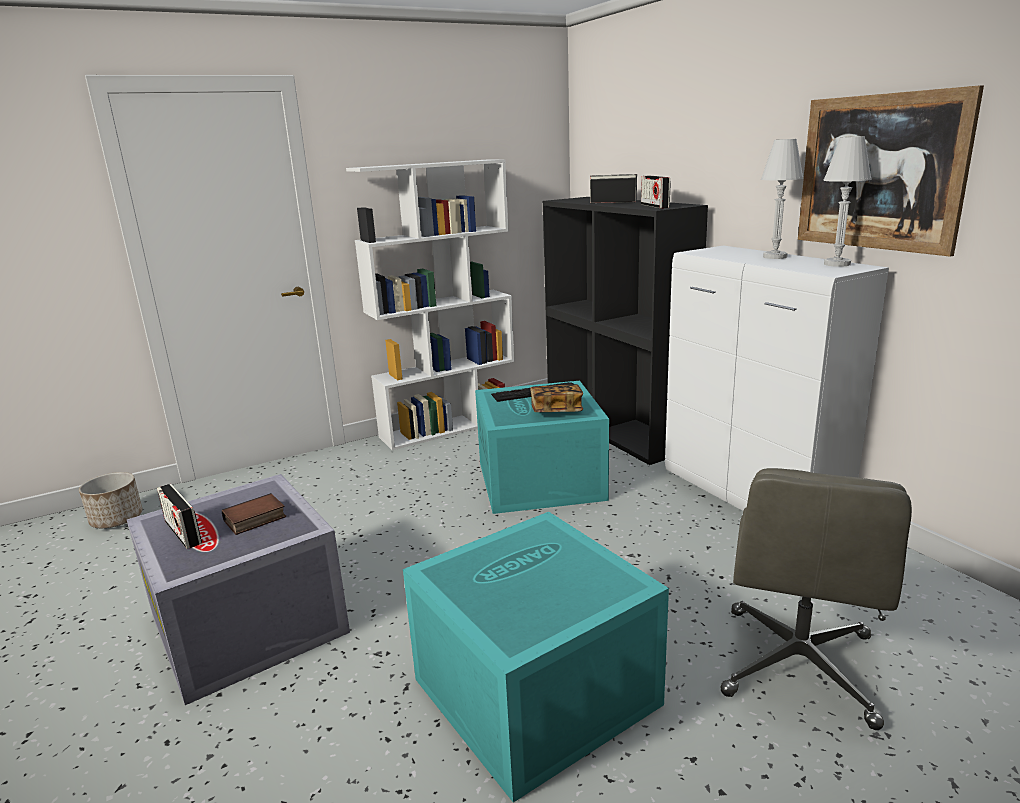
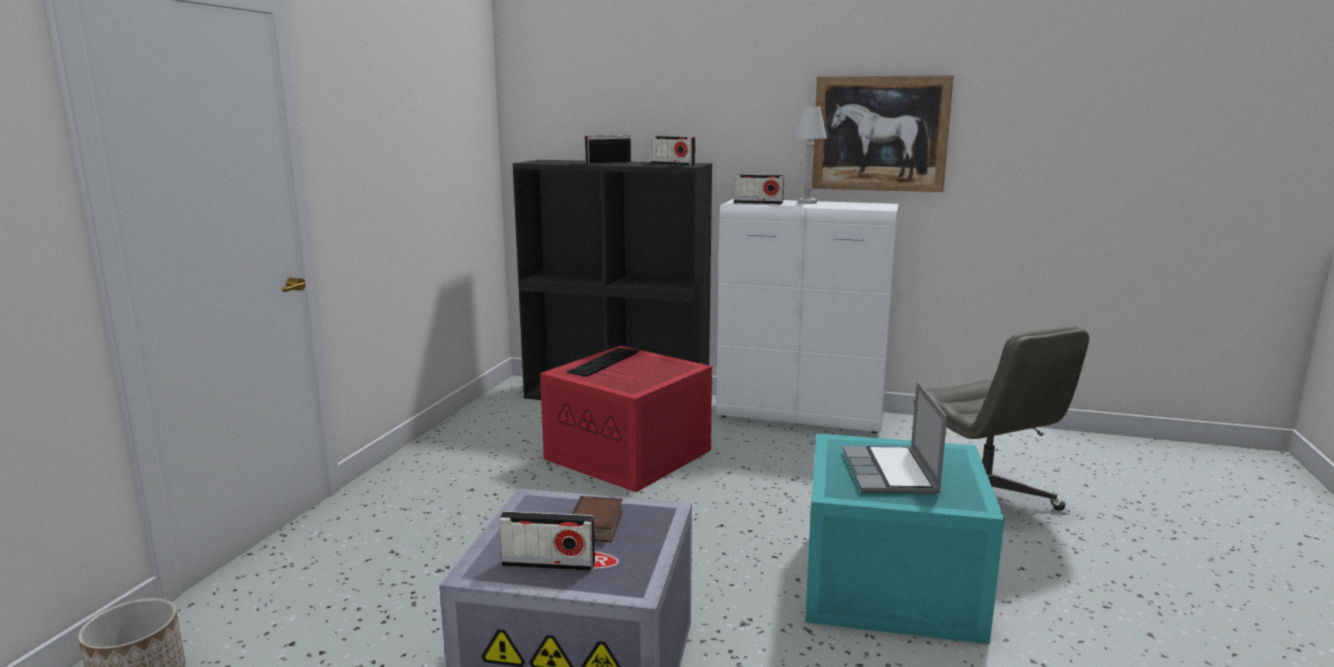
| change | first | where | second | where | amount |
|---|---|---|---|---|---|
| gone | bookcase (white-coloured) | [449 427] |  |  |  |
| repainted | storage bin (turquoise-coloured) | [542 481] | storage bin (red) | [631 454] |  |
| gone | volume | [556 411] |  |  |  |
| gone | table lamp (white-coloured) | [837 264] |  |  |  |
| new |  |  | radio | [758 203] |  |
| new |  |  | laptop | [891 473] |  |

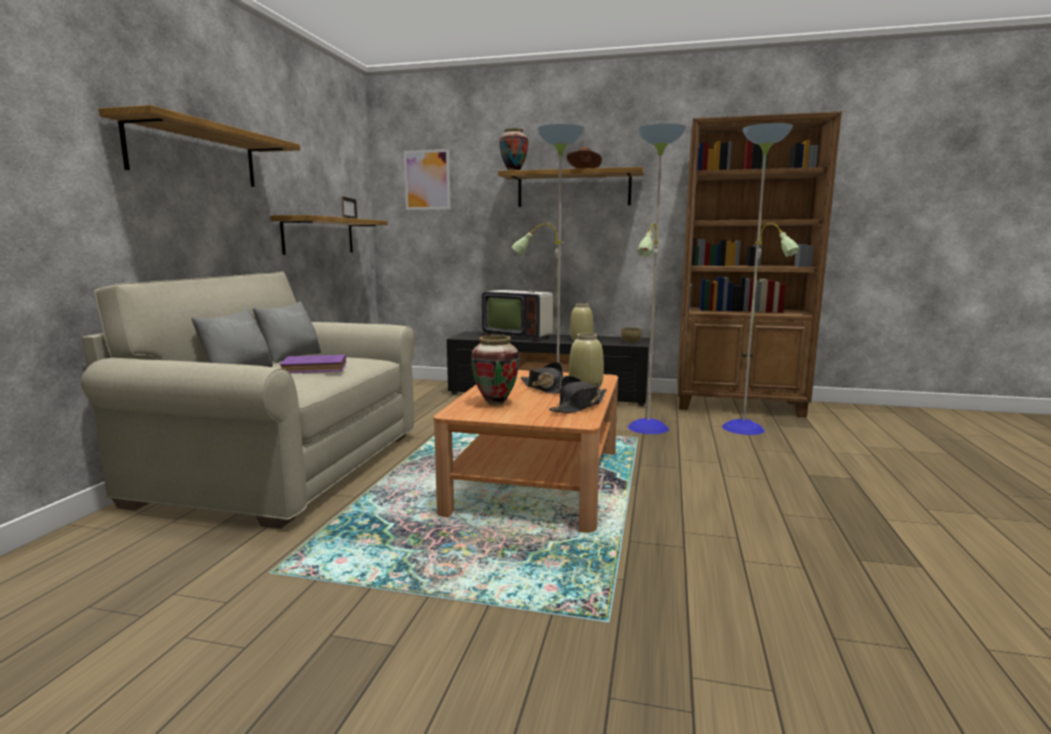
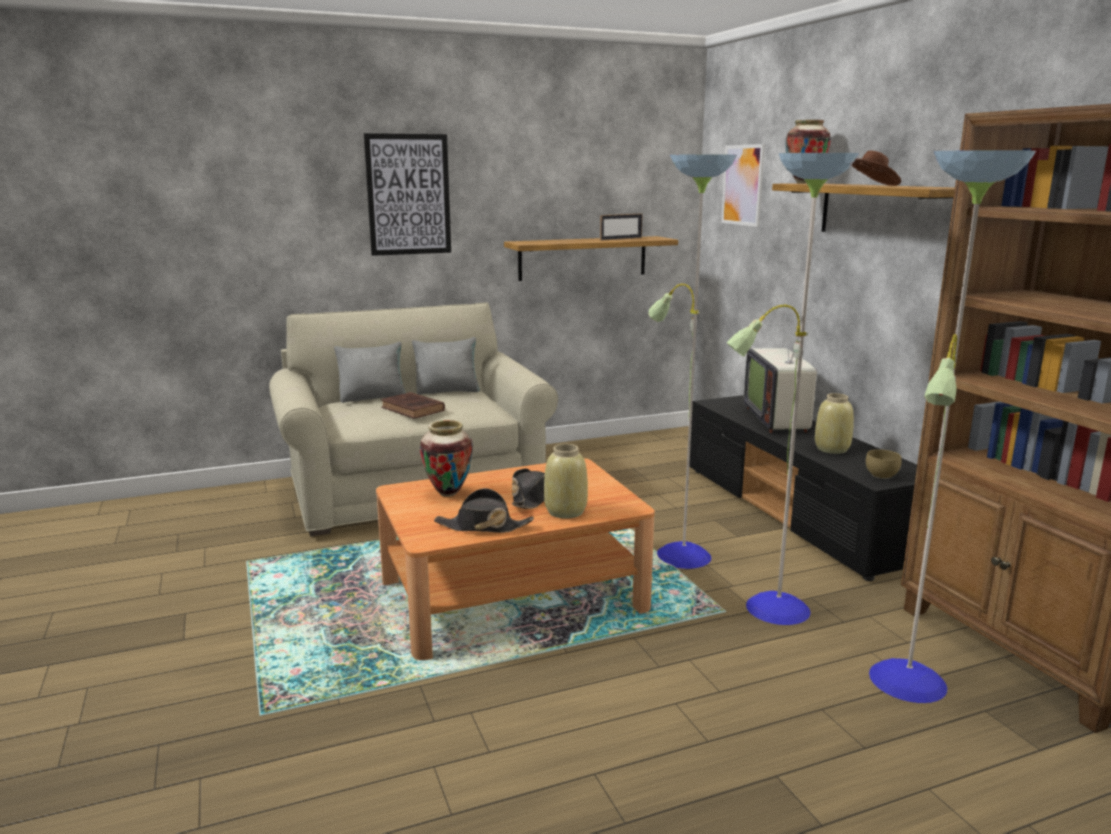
| change | first | where | second | where | amount |
|---|---|---|---|---|---|
| swapped | bracket shelf | [194 155] | wall art | [408 195] |  |
| repainted | volume (purplish) | [316 368] | volume (brown-coloured) | [414 409] |  |

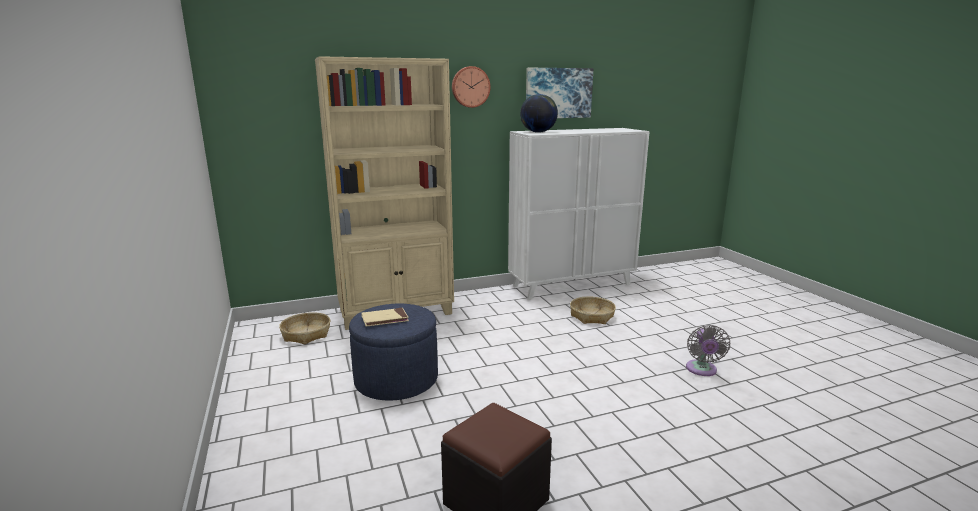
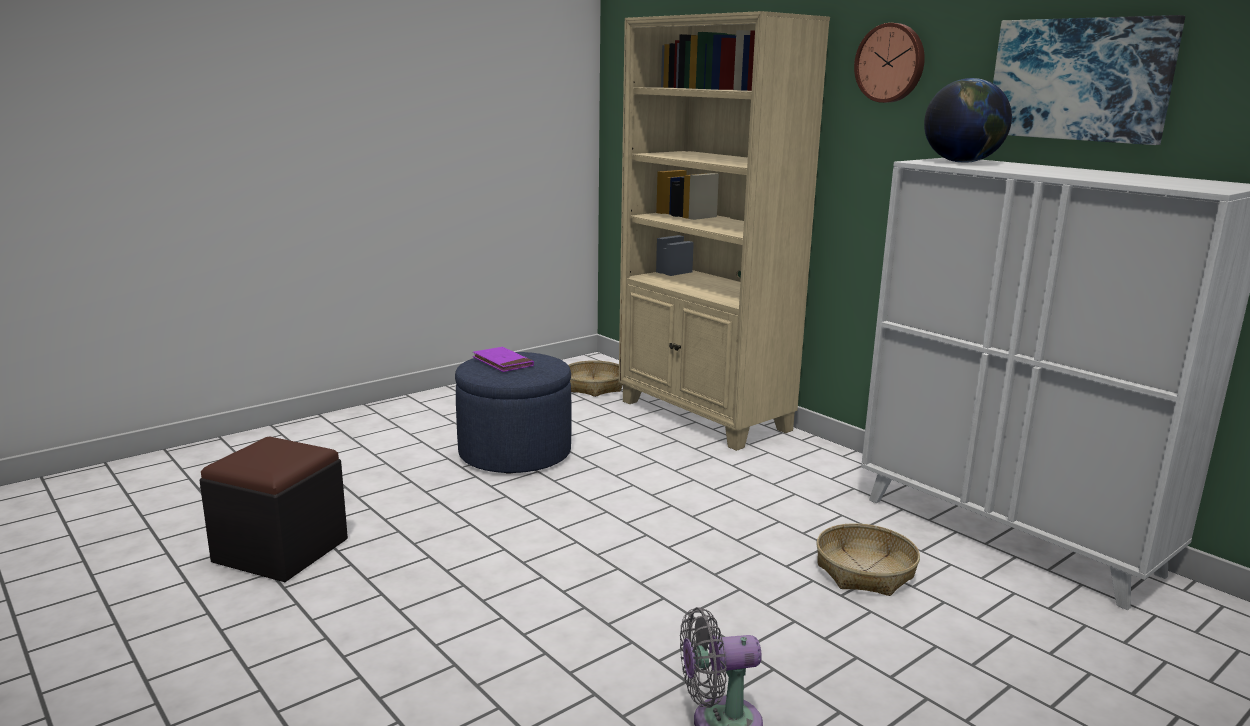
| change | first | where | second | where | amount |
|---|---|---|---|---|---|
| repainted | volume (sand-coloured) | [385 319] | volume (purplish) | [503 362] |  |

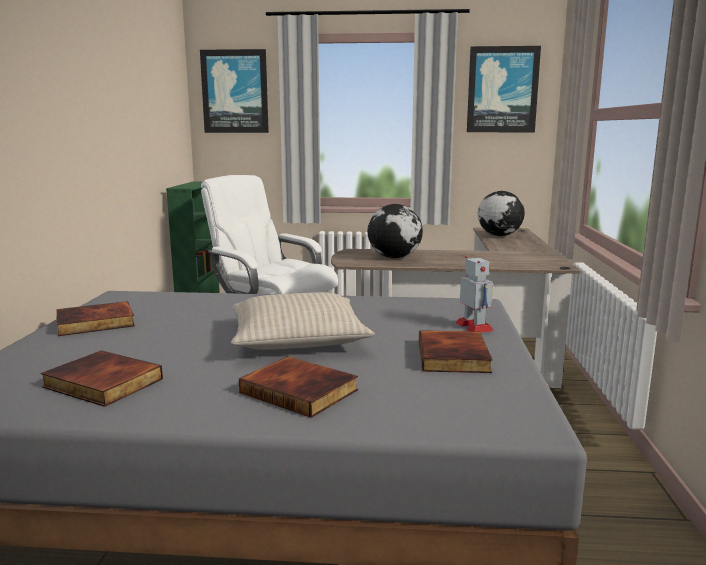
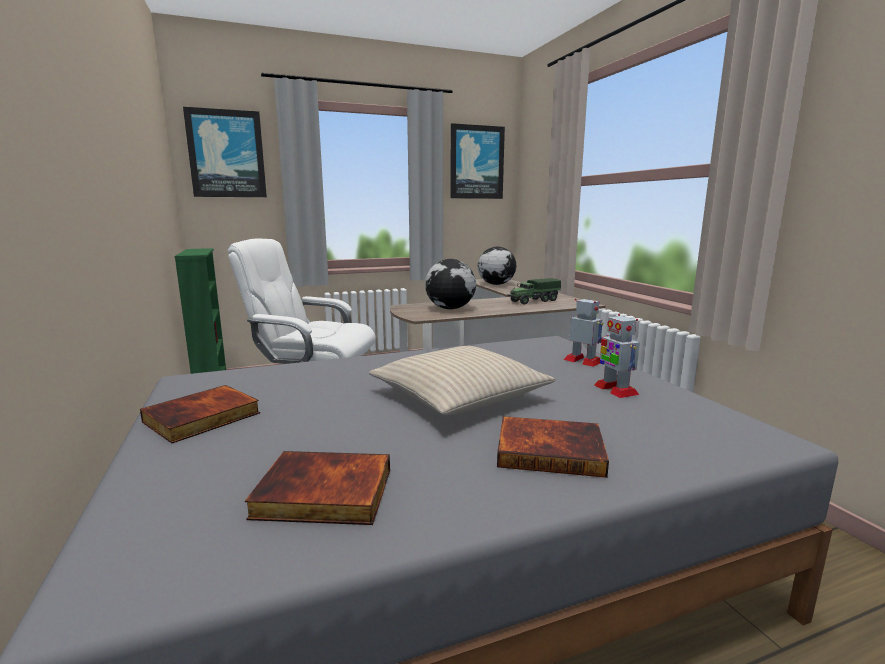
| change | first | where | second | where | amount |
|---|---|---|---|---|---|
| swapped | volume | [455 357] | robot figure | [615 389] |  |
| new |  |  | toy truck | [533 301] |  |

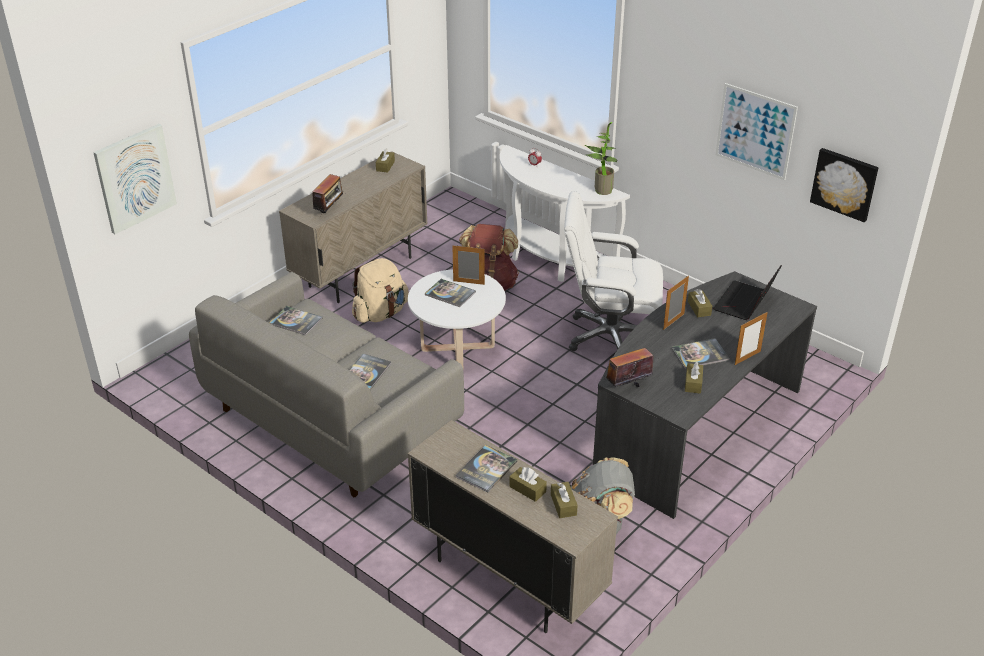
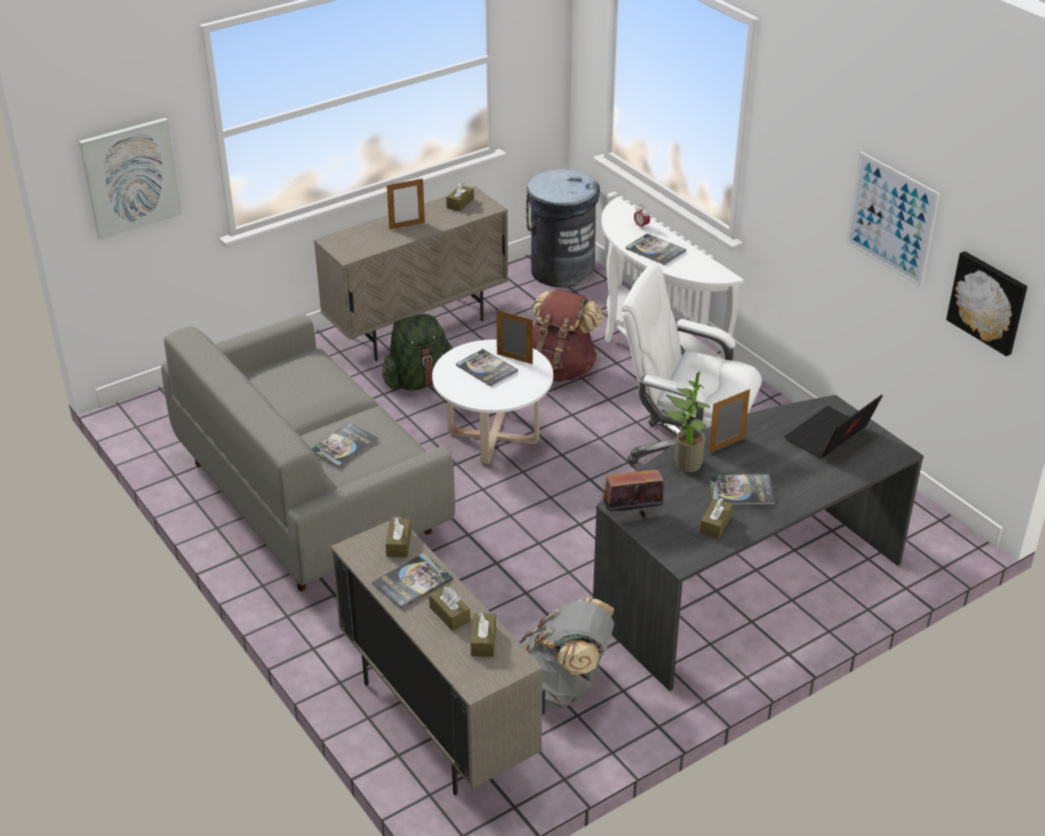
| change | first | where | second | where | amount |
|---|---|---|---|---|---|
| shifted | volume | [296 321] |  | [655 250] |  |
| gone | radio | [329 210] |  |  |  |
| repainted | knapsack (sand-coloured) | [380 313] | knapsack (green-coloured) | [420 381] |  |
| shifted | potted plant | [600 190] |  | [684 463] |  |
| shifted | tissue box (brown-coloured) | [699 308] |  | [399 544] |  |
| shifted | photo frame | [747 358] |  | [407 226] |  |
| new |  |  | rubbish bin (greyish) | [562 270] |  |

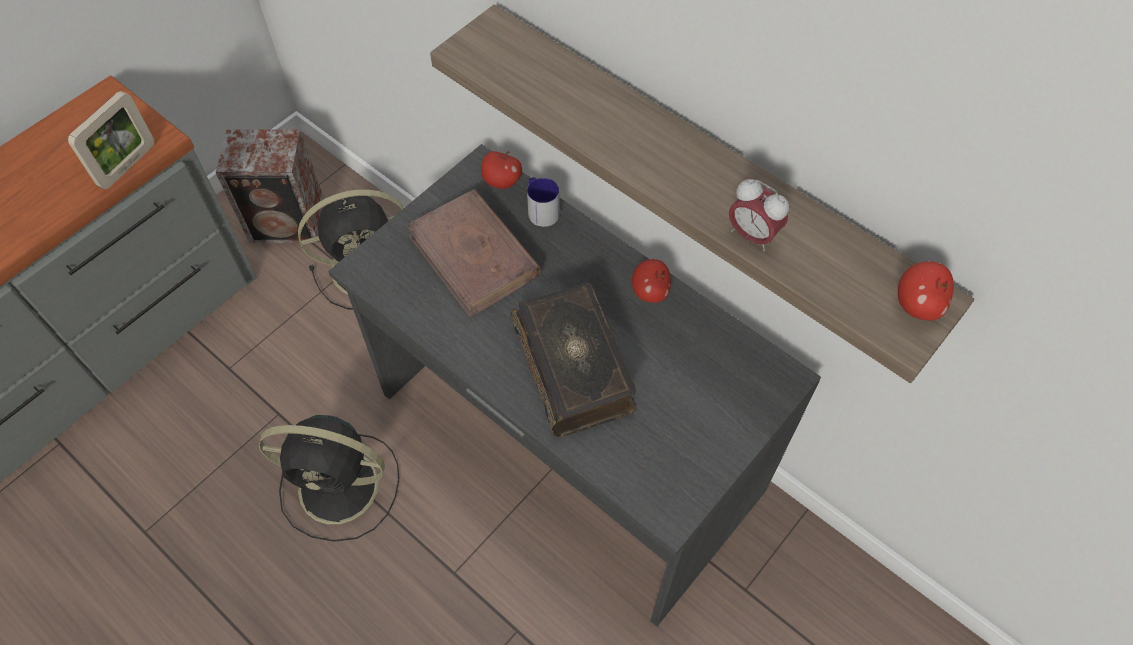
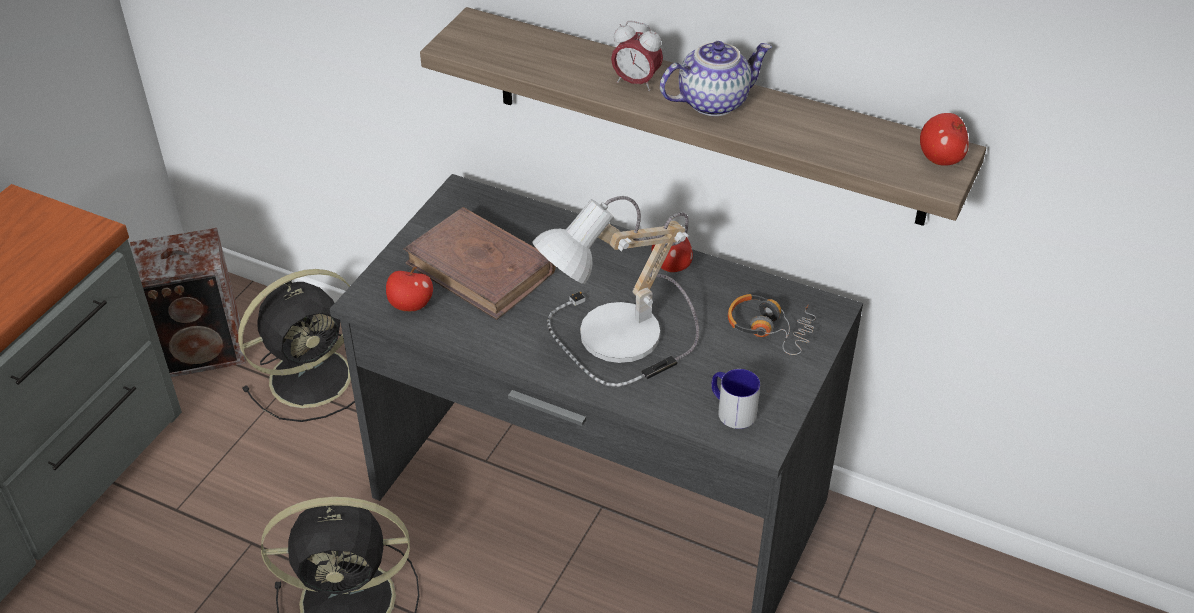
| change | first | where | second | where | amount |
|---|---|---|---|---|---|
| gone | photo frame | [128 165] |  |  |  |
| shifted | apple | [501 181] |  | [410 305] |  |
| swapped | volume | [574 367] | table lamp | [620 341] |  |
| shifted | mug | [540 210] |  | [731 410] |  |
| shifted | alarm clock | [752 235] |  | [636 82] |  |
| new |  |  | tea pot | [713 101] |  |
| new |  |  | headphones | [770 328] |  |

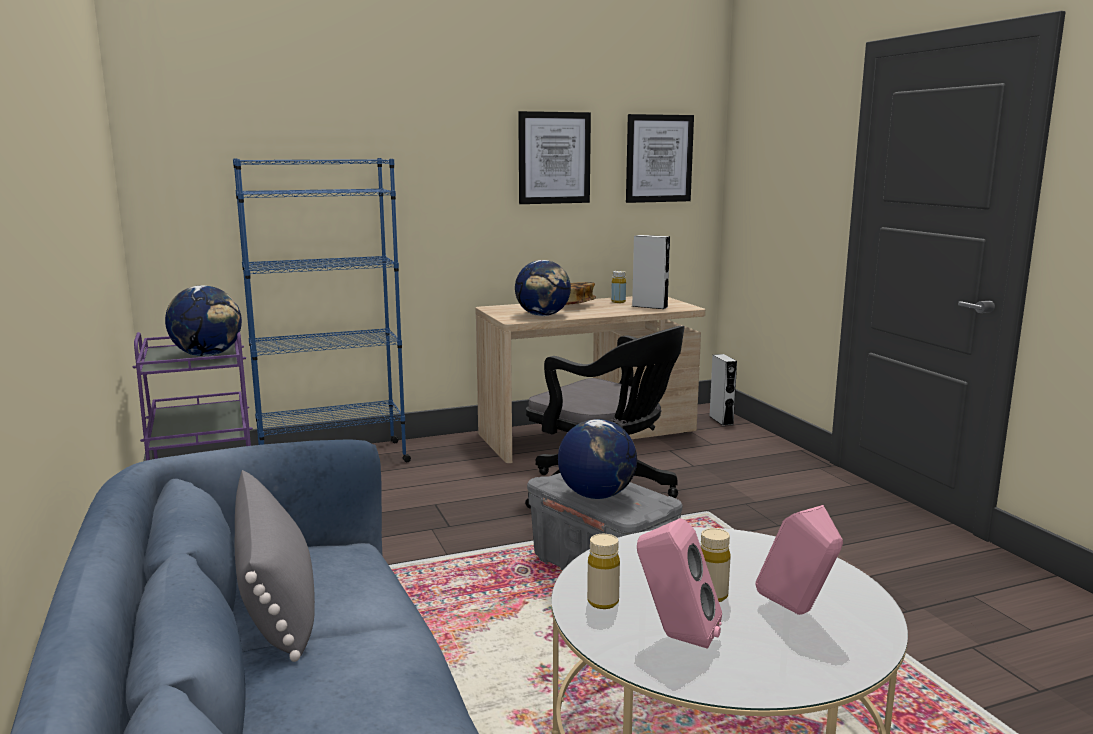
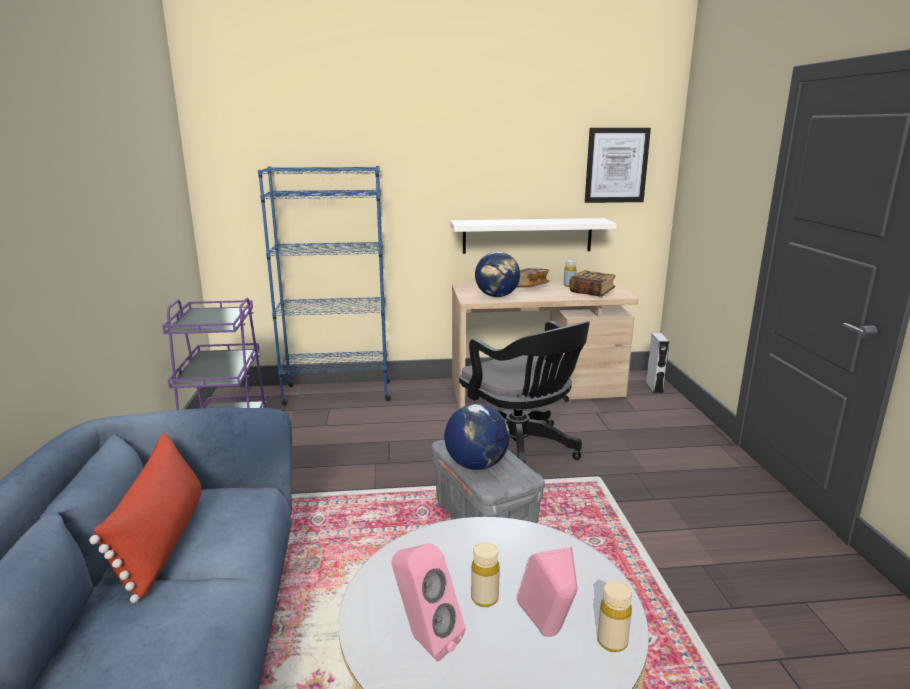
| change | first | where | second | where | amount |
|---|---|---|---|---|---|
| gone | desk globe | [208 355] |  |  |  |
| repainted | pillow (greyish) | [277 601] | pillow (red) | [163 540] |  |
| gone | wall art | [554 158] |  |  |  |
| shifted | beverage bottle (sand-coloured) | [603 602] |  | [612 642] |  |
| swapped | audio speaker (greyish) | [649 306] | volume | [591 292] |  |
| new |  |  | bracket shelf (white-coloured) | [527 235] |  |

